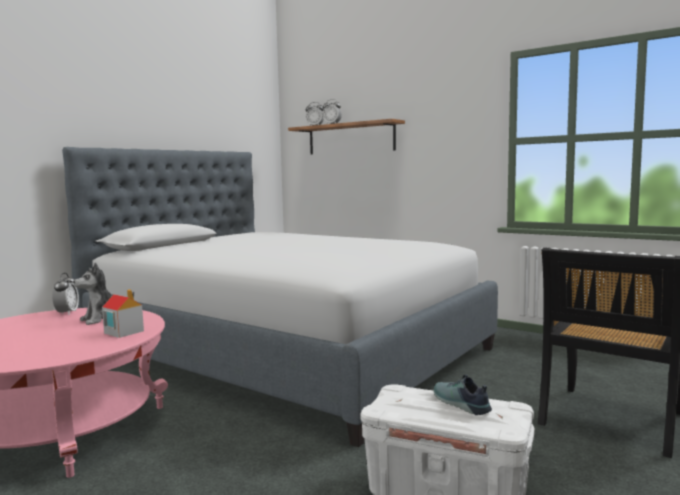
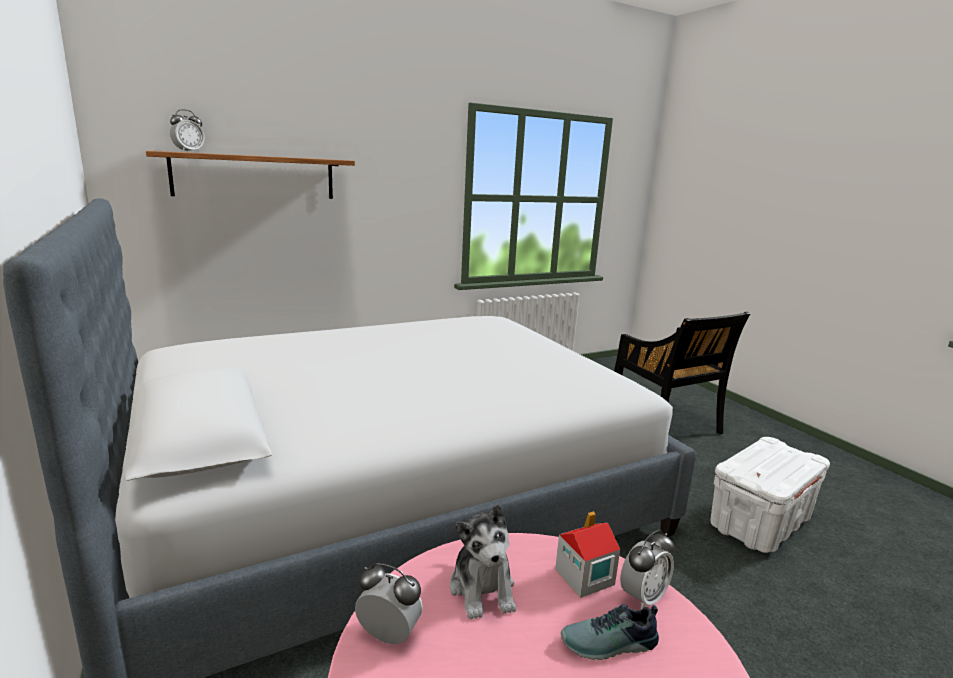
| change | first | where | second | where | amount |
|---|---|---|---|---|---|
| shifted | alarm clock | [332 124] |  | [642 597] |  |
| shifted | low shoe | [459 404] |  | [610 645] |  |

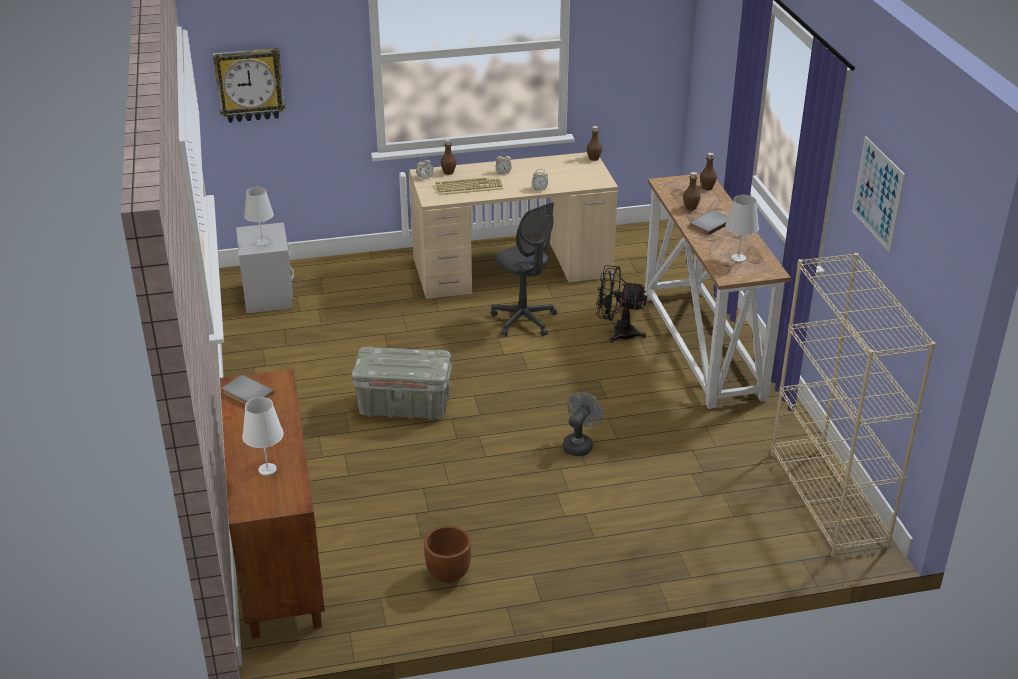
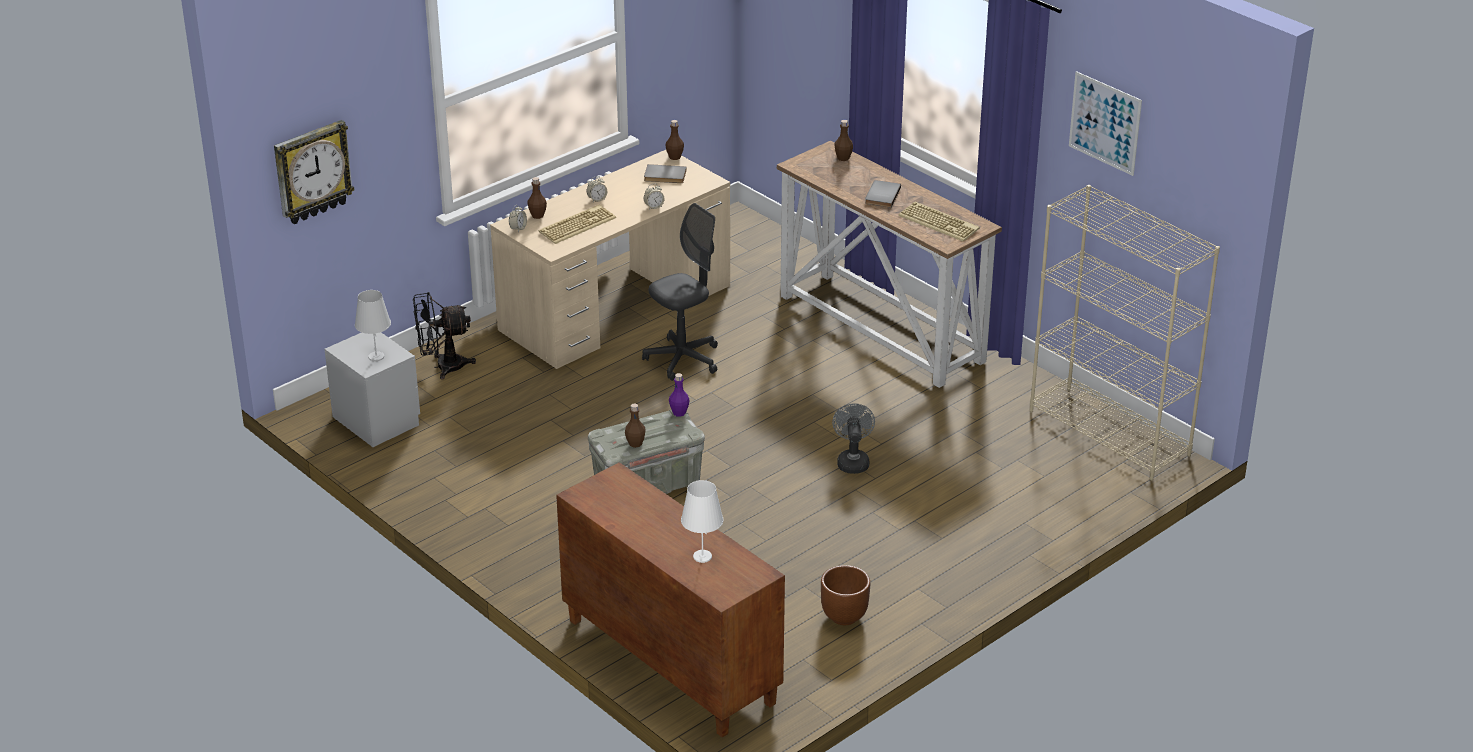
| change | first | where | second | where | amount |
|---|---|---|---|---|---|
| shifted | volume (greyish) | [246 394] |  | [665 176] |  |
| rotated | desk chair (greyish) | [524 321] |  | [683 359] | 60 degrees counterclockwise |
| shifted | cooling fan (black) | [617 333] |  | [442 367] |  |
| shifted | beverage bottle (brown-coloured) | [690 207] |  | [635 443] |  |
| swapped | table lamp (white-coloured) | [738 258] | PC keyboard | [940 222] |  |
| new |  |  | beverage bottle (purplish) | [679 413] |  |

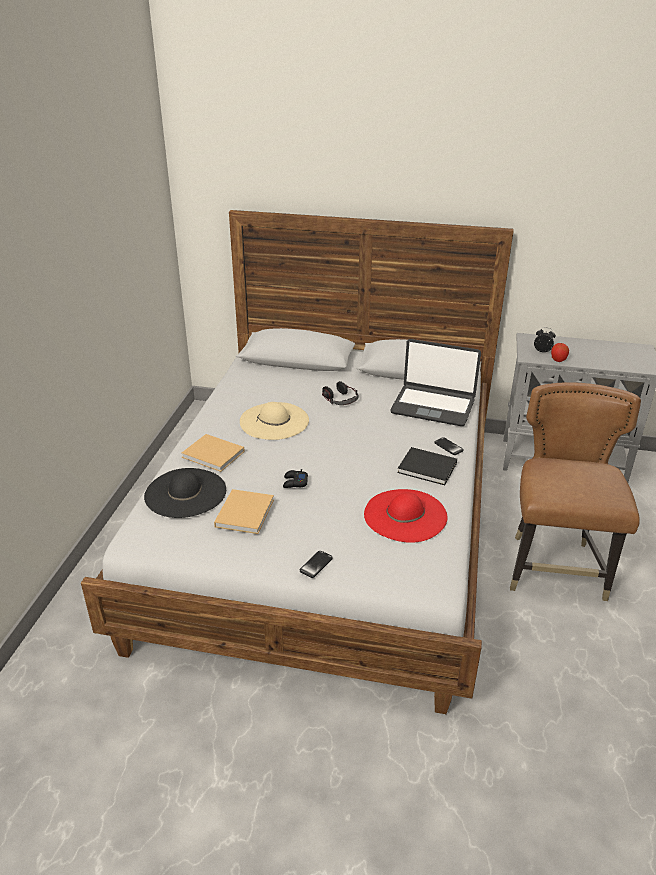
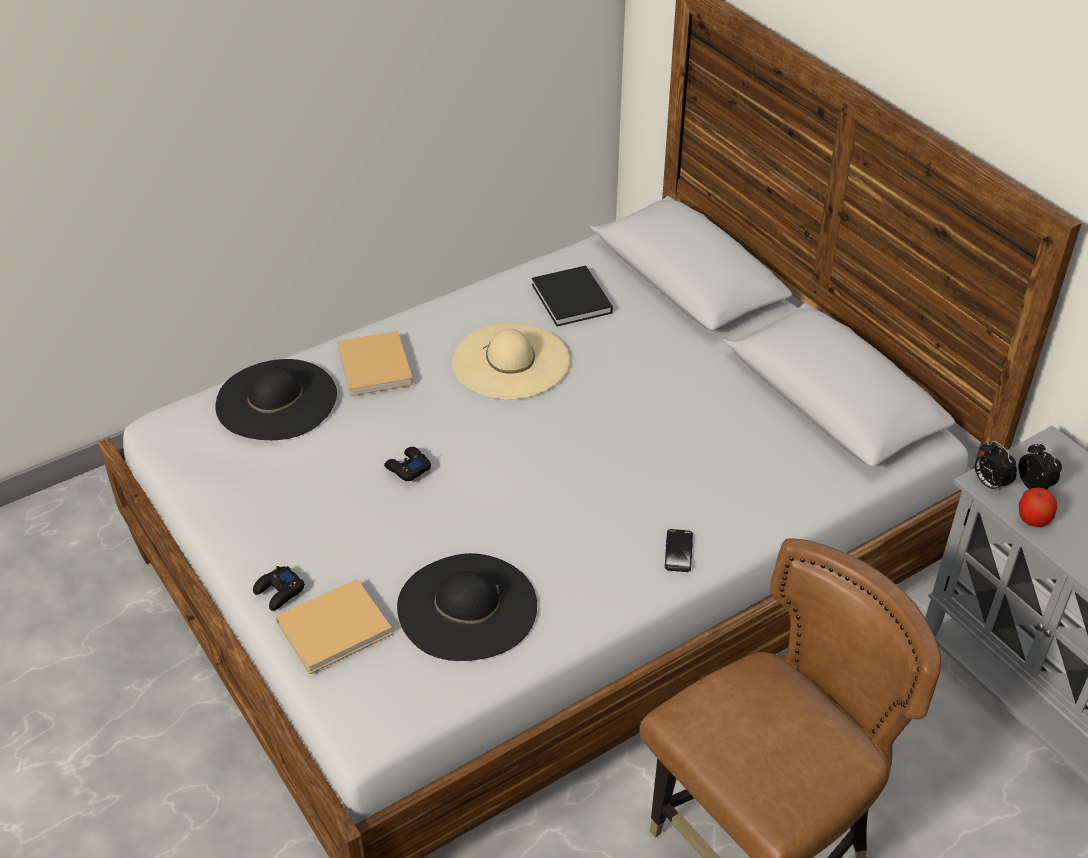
| change | first | where | second | where | amount |
|---|---|---|---|---|---|
| shifted | volume (sand-coloured) | [245 512] |  | [337 627] |  |
| swapped | phone | [316 565] | gamepad (black) | [279 592] |  |
| gone | headphones | [340 399] |  |  |  |
| repainted | wearable hat (red) | [405 515] | wearable hat (black) | [467 607] |  |
| gone | laptop | [433 406] |  |  |  |
| shifted | volume (black) | [429 468] |  | [572 300] |  |
| new |  |  | alarm clock | [989 484] |  |

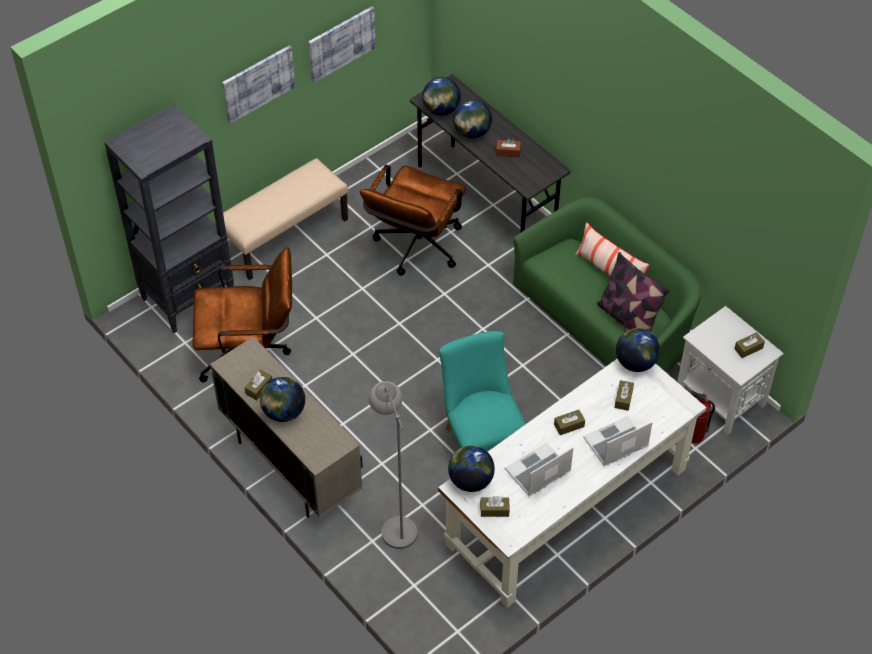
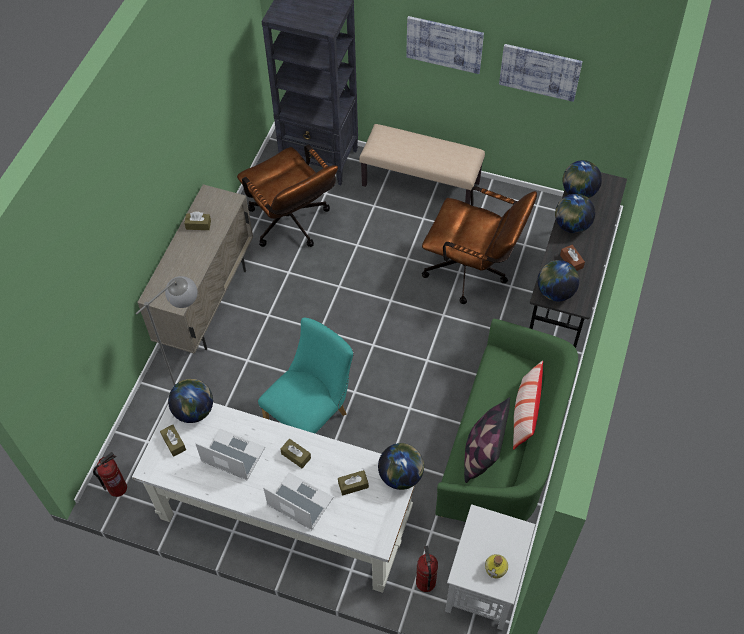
| change | first | where | second | where | amount |
|---|---|---|---|---|---|
| shifted | desk globe | [283 412] |  | [555 292] |  |
| rotated | desk chair (brown-coloured) | [415 250] |  | [472 272] | 150 degrees counterclockwise |
| swapped | tissue box (brown-coloured) | [748 348] | beverage bottle | [496 568] |  |
| new |  |  | fire extinguisher | [117 487] |  |

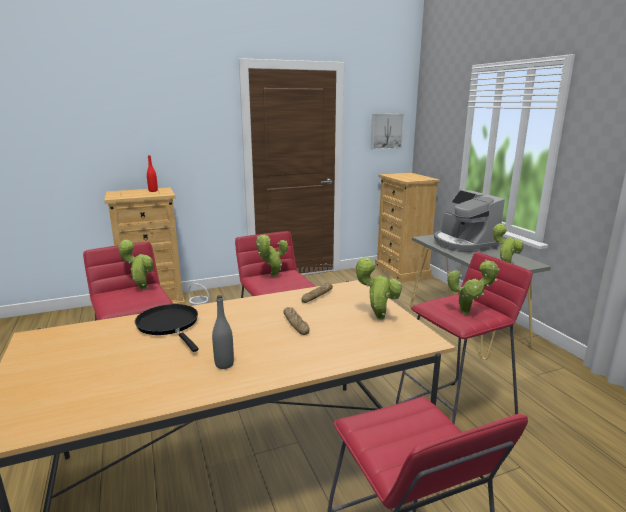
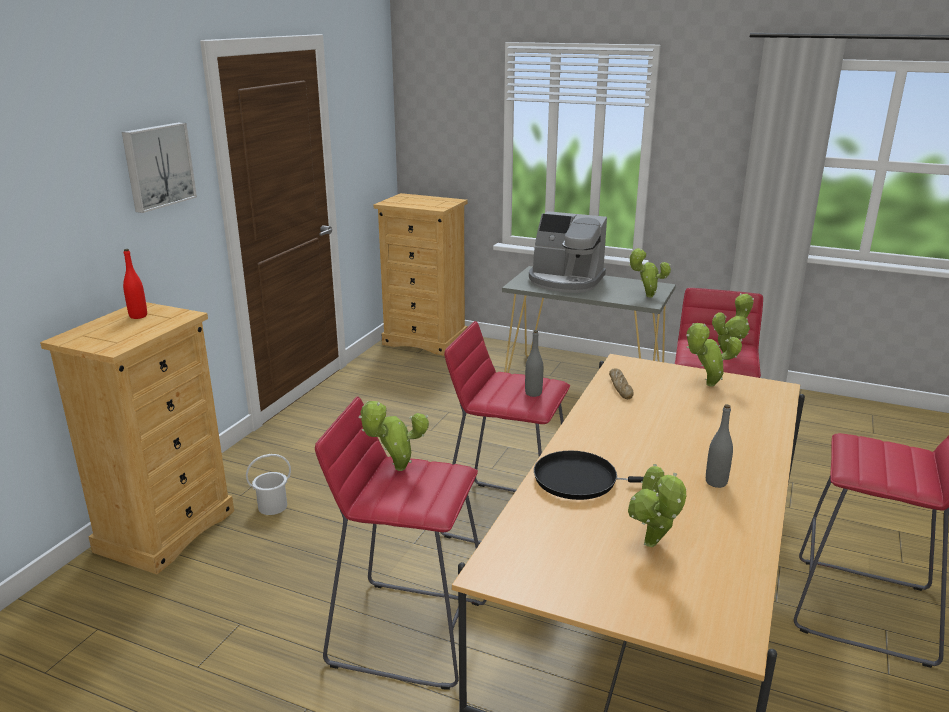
| change | first | where | second | where | amount |
|---|---|---|---|---|---|
| shifted | potted plant | [272 276] |  | [652 546] |  |
| gone | bread | [296 324] |  |  |  |
| shifted | wall art | [386 131] |  | [157 166] |  |
| new |  |  | beverage bottle (greyish) | [533 393] |  |

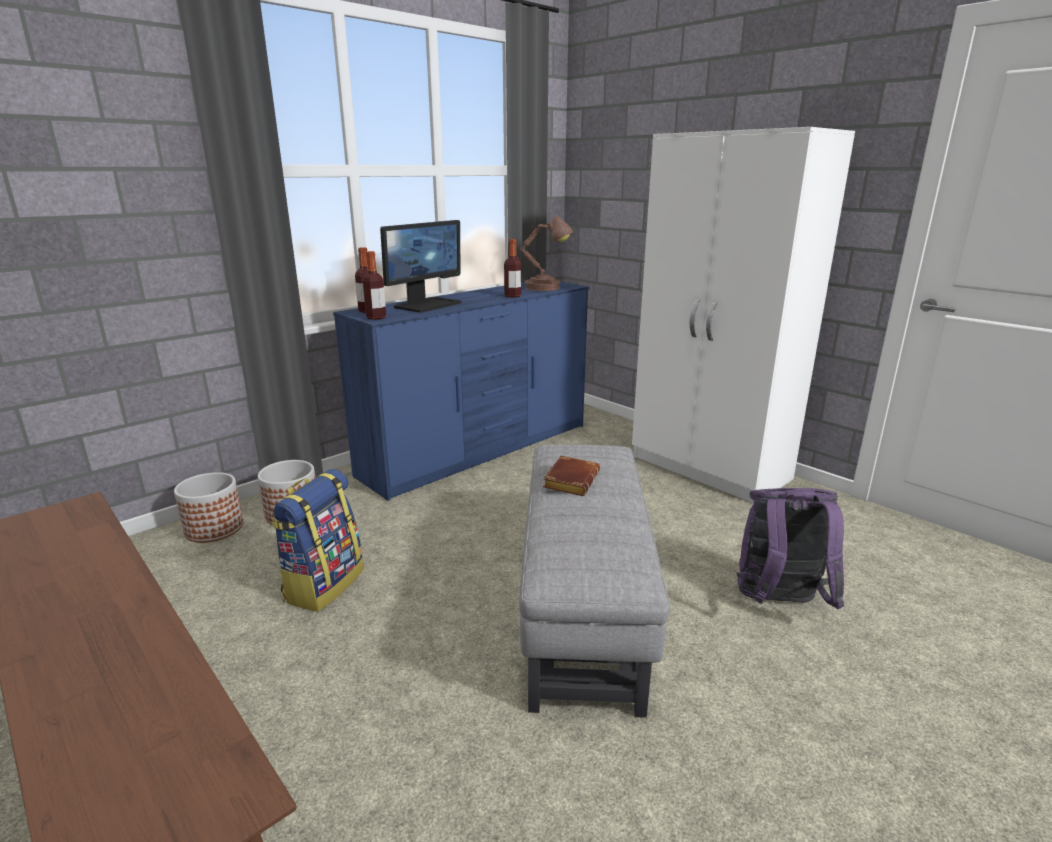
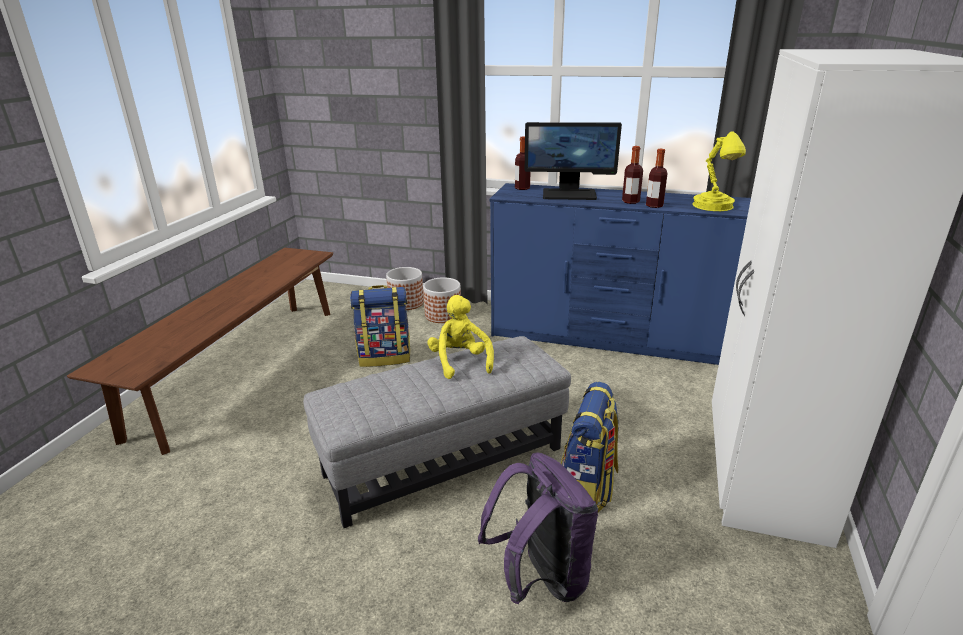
| change | first | where | second | where | amount |
|---|---|---|---|---|---|
| shifted | beverage bottle | [376 317] |  | [630 202] |  |
| repainted | table lamp (brown-coloured) | [545 288] | table lamp (yellowish) | [714 206] |  |
| swapped | volume (brown-coloured) | [570 480] | soft toy (yellowish) | [460 362] |  |
| new |  |  | knapsack | [588 487] |  |

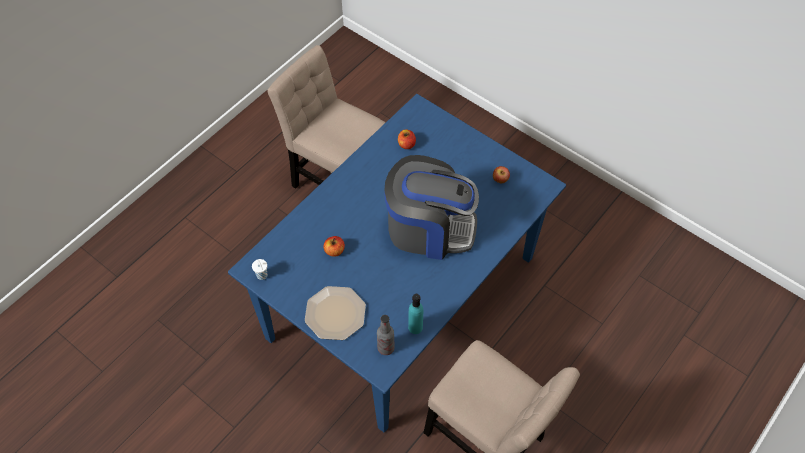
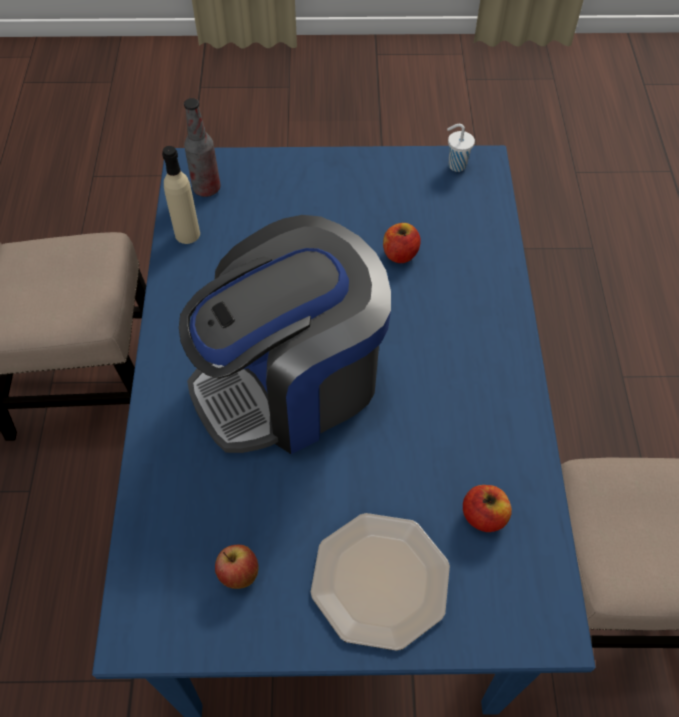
| change | first | where | second | where | amount |
|---|---|---|---|---|---|
| shifted | dinner plate | [336 313] |  | [379 581] |  |
| repainted | beverage bottle (turquoise-coloured) | [415 327] | beverage bottle (sand-coloured) | [187 234] |  |

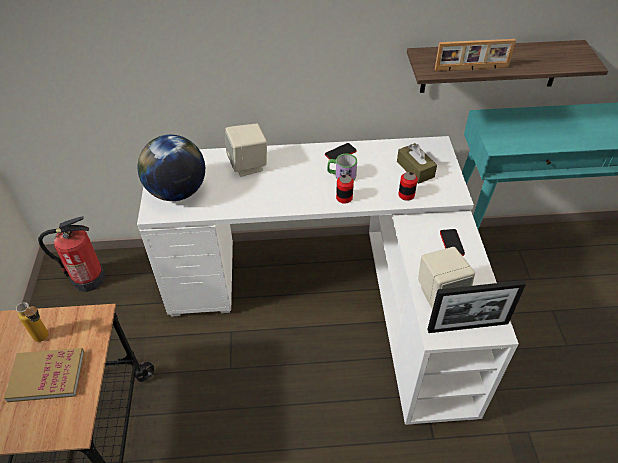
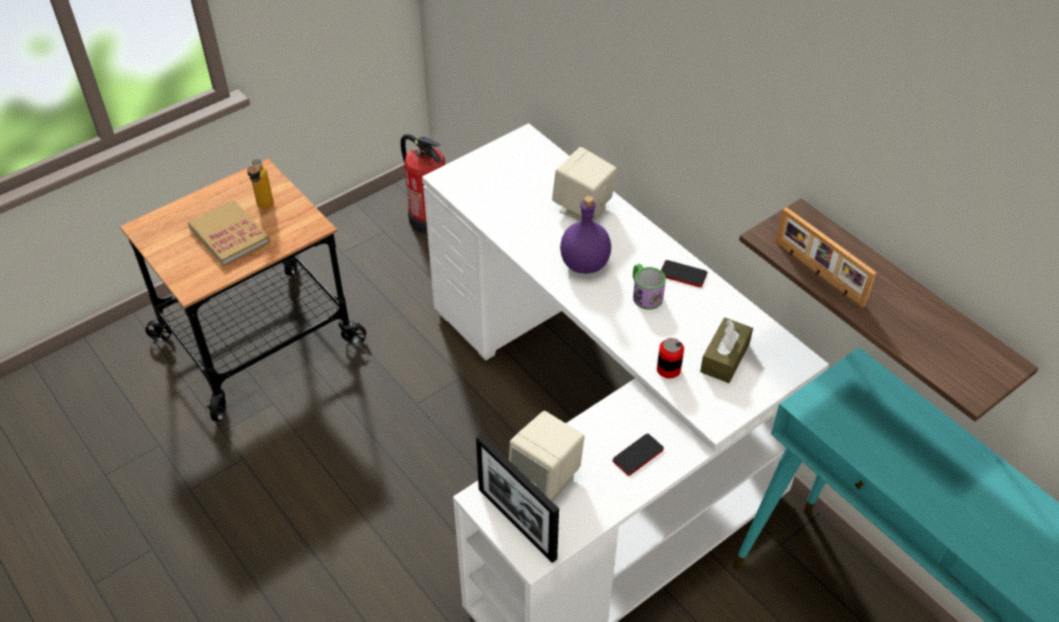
| change | first | where | second | where | amount |
|---|---|---|---|---|---|
| gone | desk globe | [177 192] |  |  |  |
| gone | metal can | [344 198] |  |  |  |
| new |  |  | beverage bottle (purplish) | [585 264] |  |

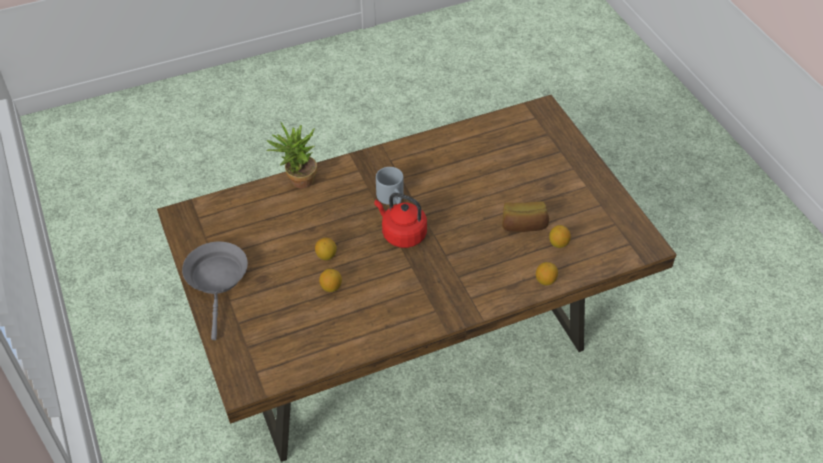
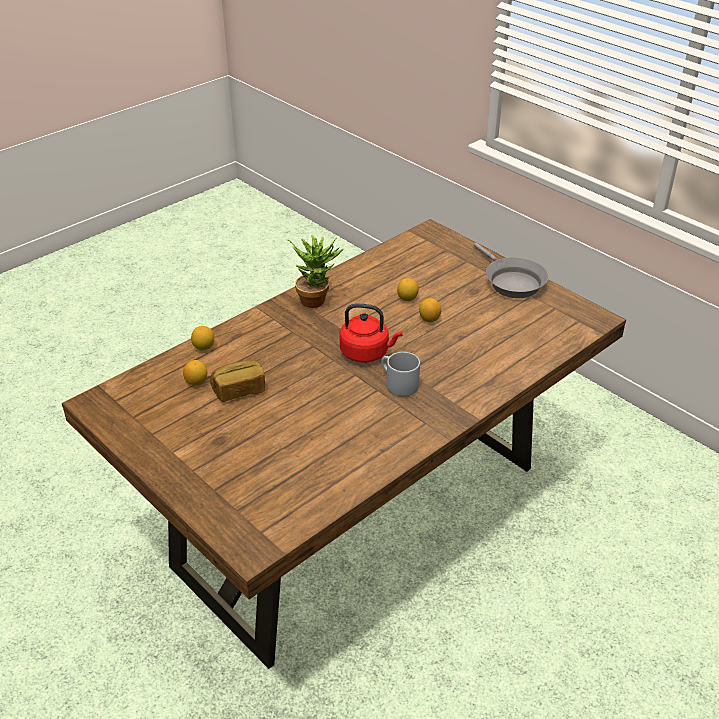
| change | first | where | second | where | amount |
|---|---|---|---|---|---|
| shifted | potted plant | [297 182] |  | [316 299] |  |

